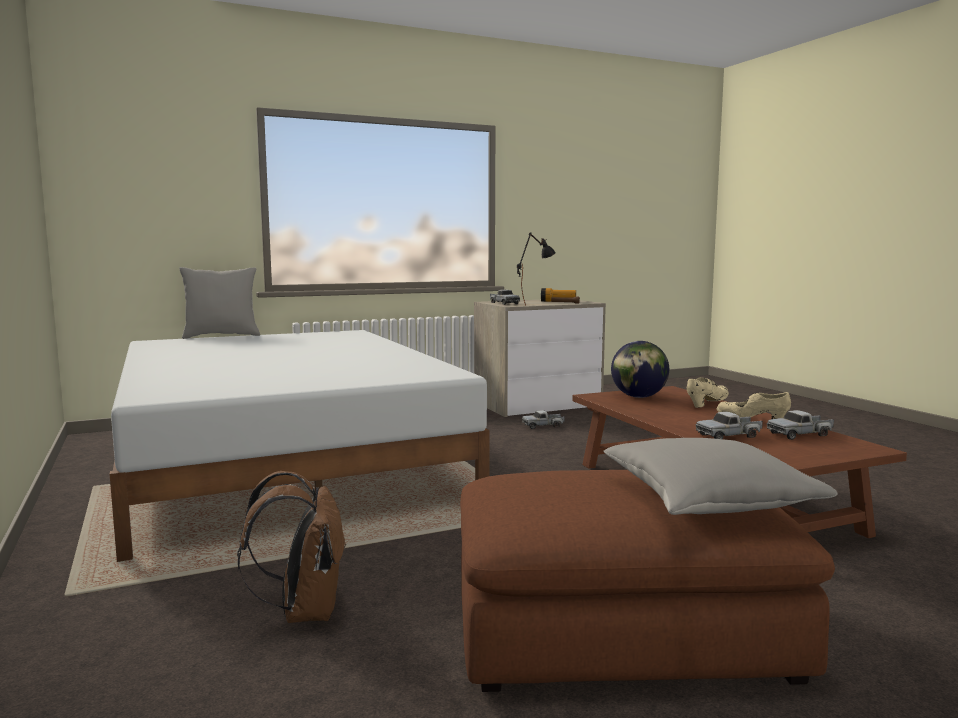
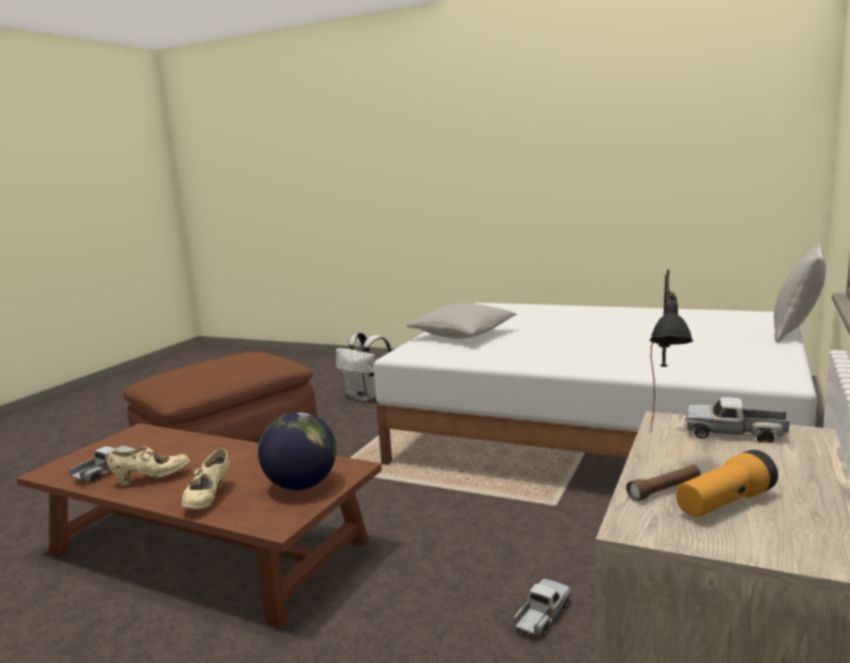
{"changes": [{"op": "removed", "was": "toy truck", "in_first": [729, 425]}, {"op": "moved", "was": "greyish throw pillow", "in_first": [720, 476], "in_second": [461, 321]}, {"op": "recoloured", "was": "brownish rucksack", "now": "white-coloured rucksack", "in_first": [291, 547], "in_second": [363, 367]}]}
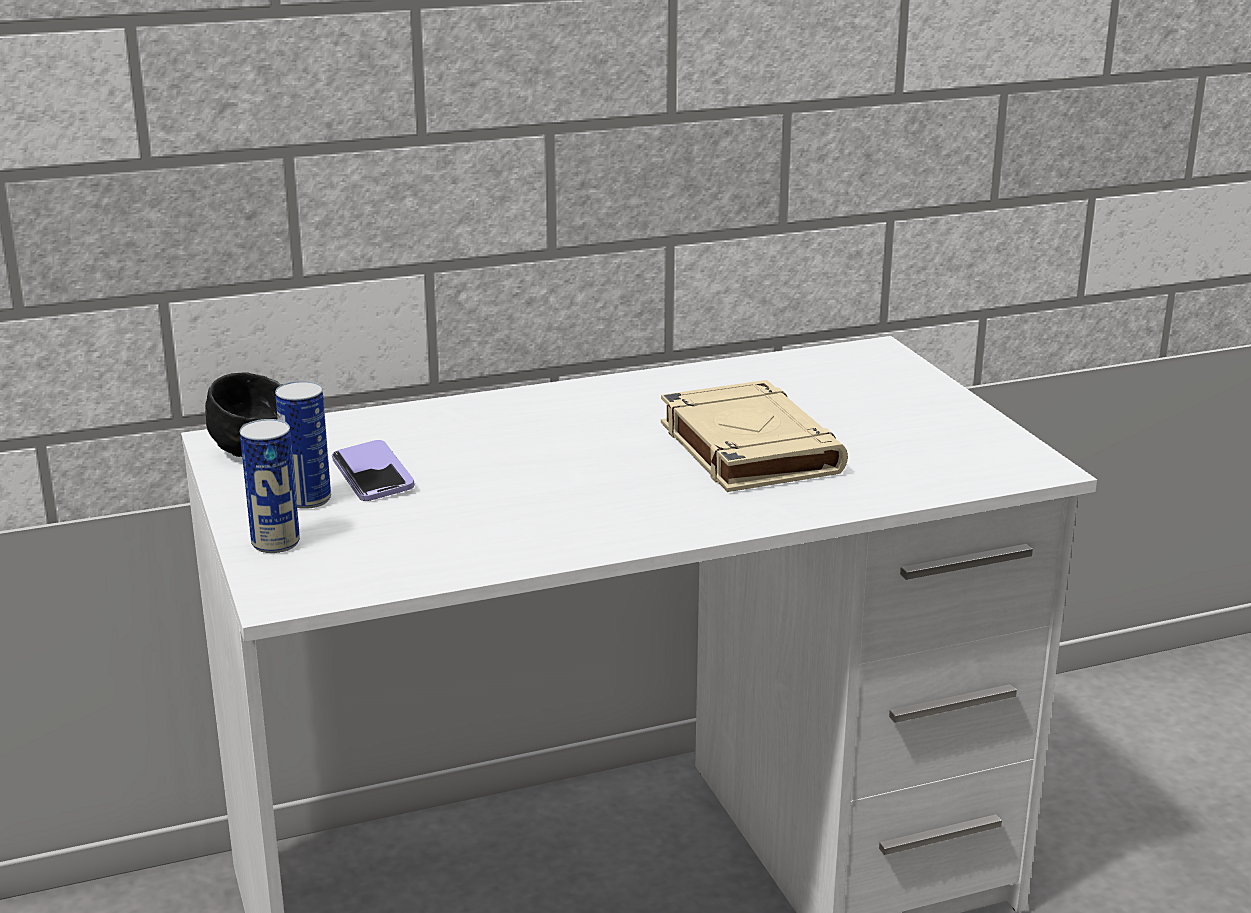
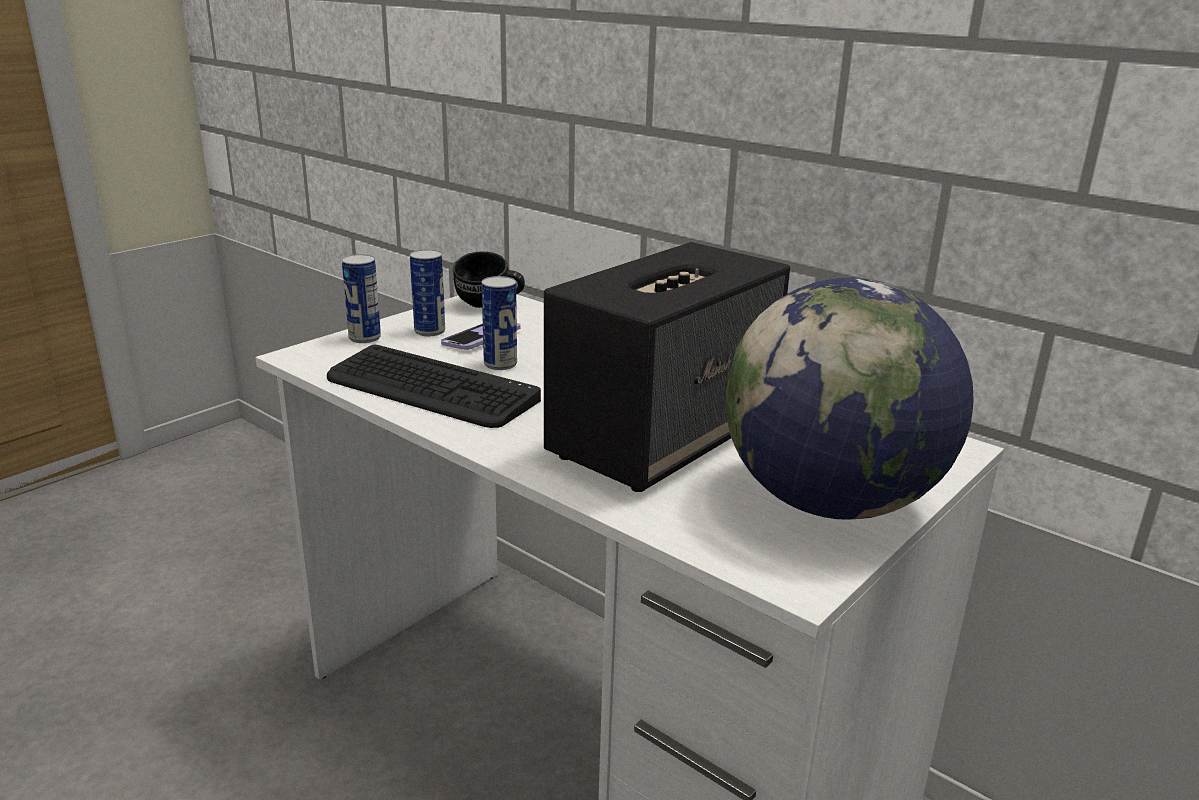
{"changes": [{"op": "replaced", "was": "beige volume", "now": "speaker", "in_first": [754, 436], "in_second": [667, 367]}, {"op": "added", "now": "sealed can", "in_second": [499, 323]}, {"op": "added", "now": "world globe", "in_second": [849, 399]}, {"op": "added", "now": "keyboard", "in_second": [434, 386]}]}
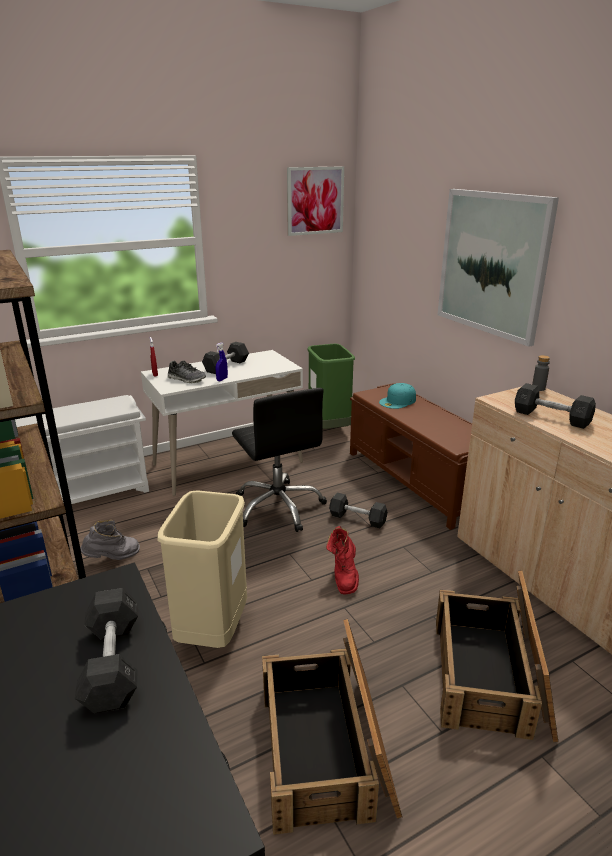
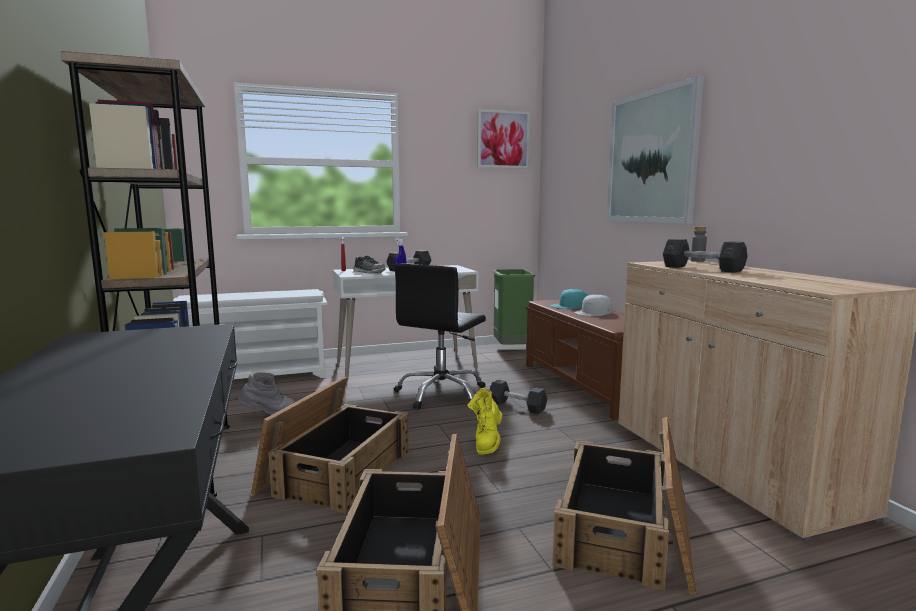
{"changes": [{"op": "turned", "was": "blackish desk chair", "in_first": [279, 460], "in_second": [440, 336], "clockwise": 45}, {"op": "replaced", "was": "beige trash can", "now": "packing crate", "in_first": [202, 569], "in_second": [330, 444]}, {"op": "recoloured", "was": "reddish tall boot", "now": "yellow tall boot", "in_first": [342, 560], "in_second": [484, 421]}, {"op": "removed", "was": "greyish hand weight", "in_first": [106, 651]}, {"op": "added", "now": "white-coloured cap", "in_second": [593, 305]}]}
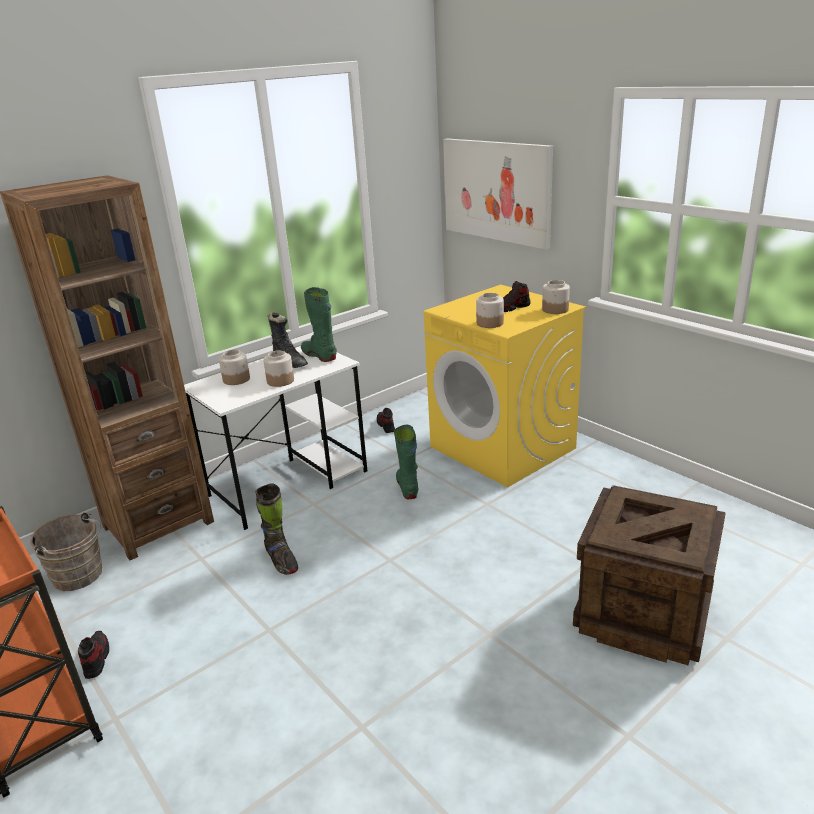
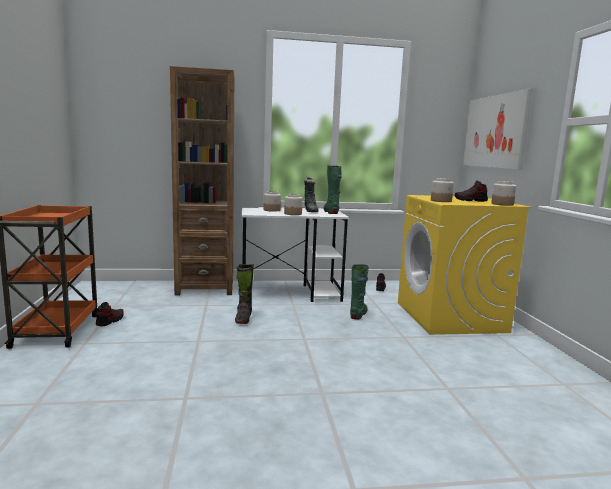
{"changes": [{"op": "removed", "was": "packing crate", "in_first": [649, 575]}, {"op": "removed", "was": "brownish pail", "in_first": [66, 552]}]}
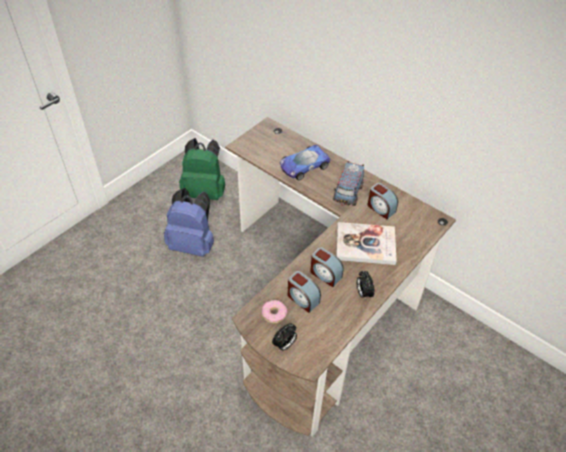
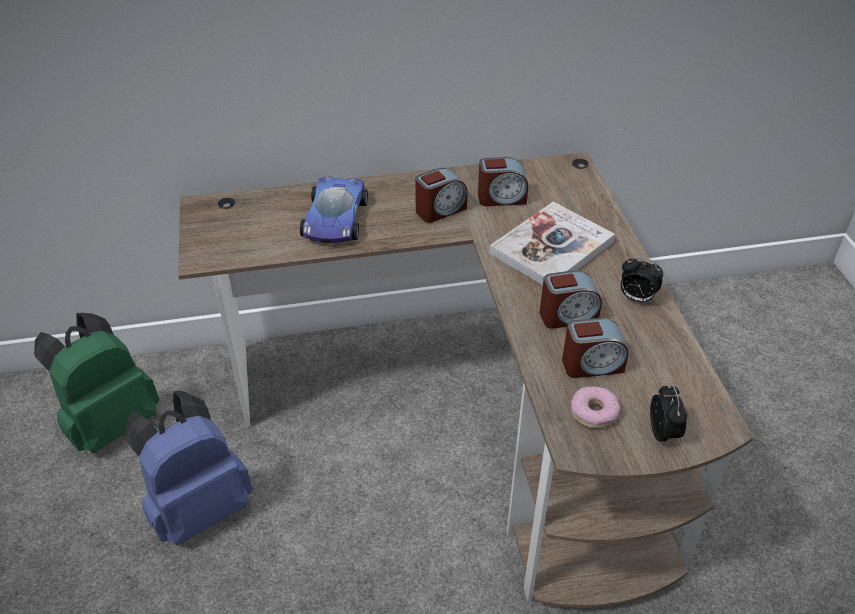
{"changes": [{"op": "replaced", "was": "toy truck", "now": "alarm clock", "in_first": [348, 183], "in_second": [441, 195]}]}
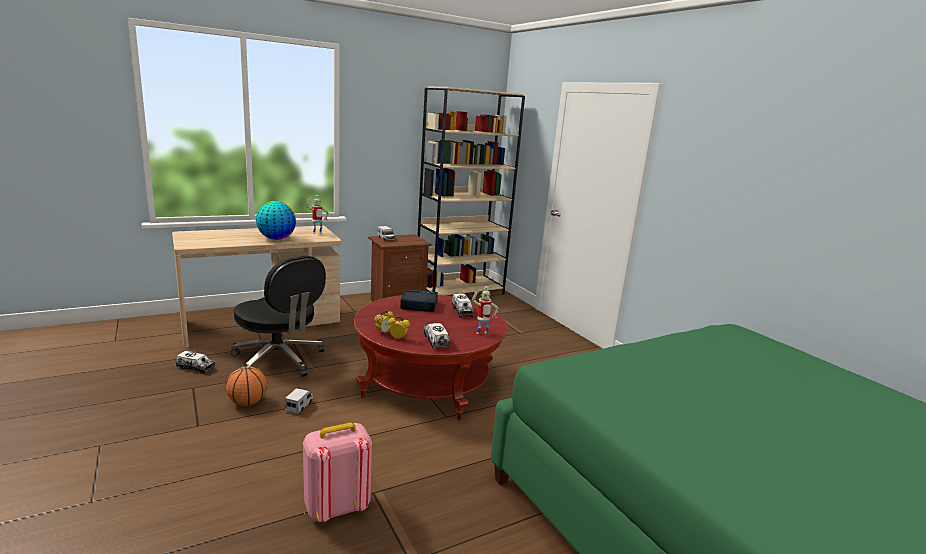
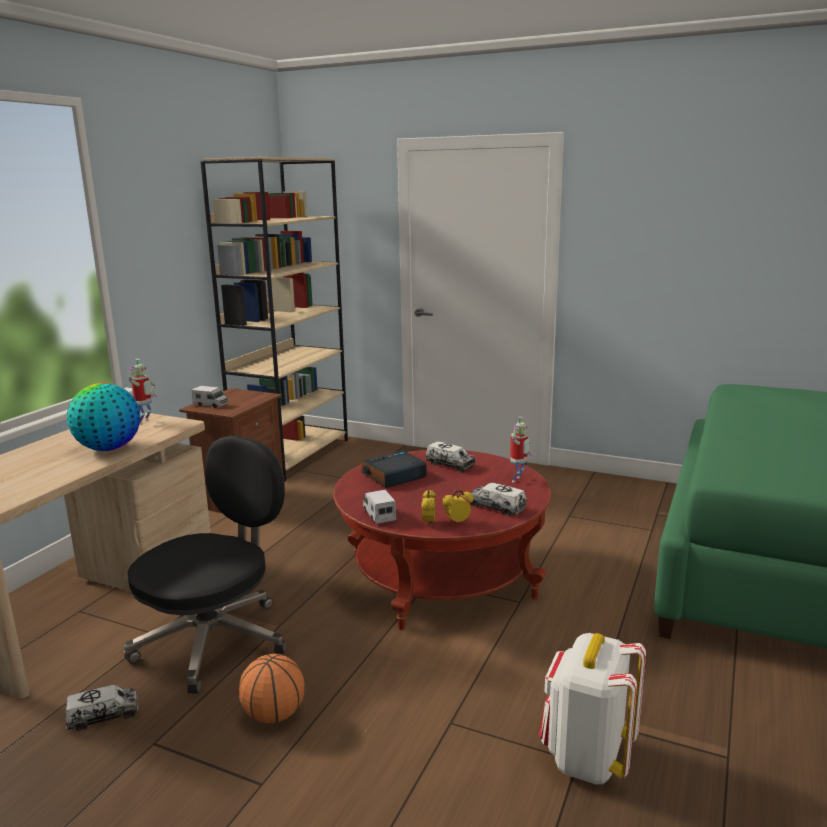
{"changes": [{"op": "turned", "was": "blackish desk chair", "in_first": [278, 316], "in_second": [205, 564], "clockwise": -60}, {"op": "moved", "was": "toy truck", "in_first": [299, 401], "in_second": [379, 507]}, {"op": "recoloured", "was": "pinkish rucksack", "now": "white-coloured rucksack", "in_first": [337, 472], "in_second": [592, 708]}]}
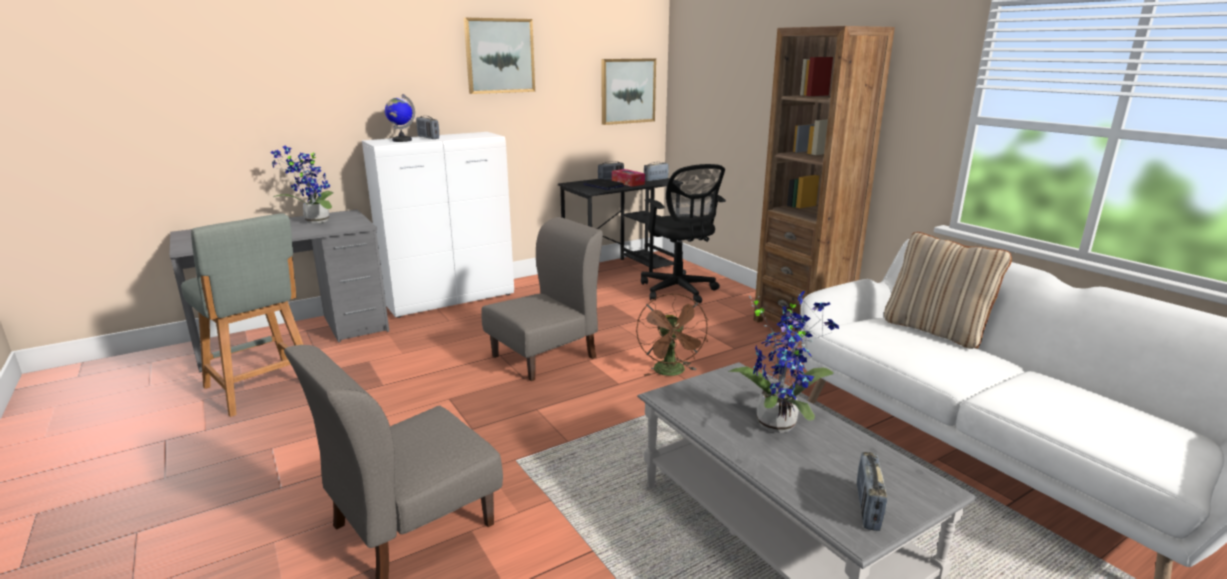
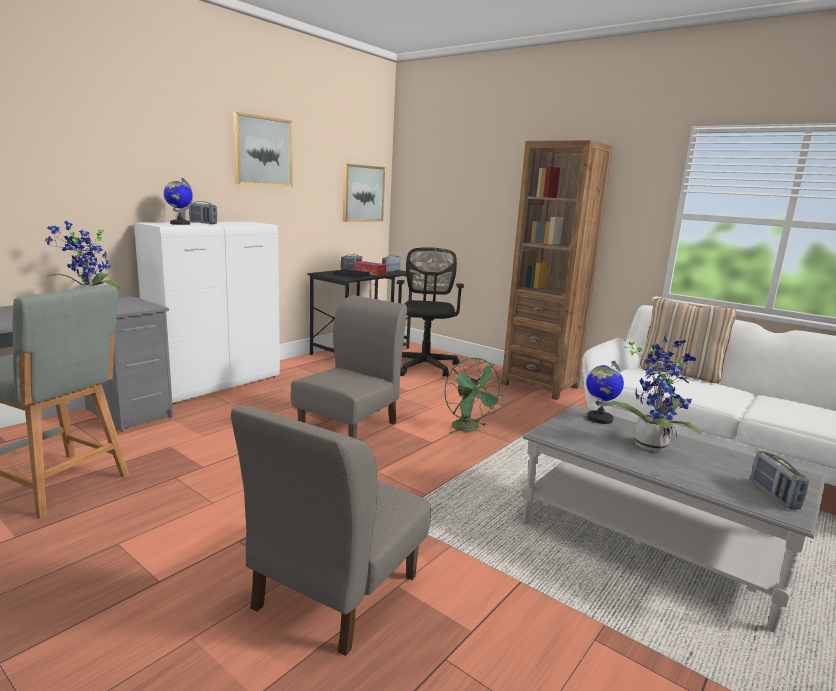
{"changes": [{"op": "turned", "was": "blackish desk chair", "in_first": [683, 233], "in_second": [430, 312], "clockwise": -135}, {"op": "recoloured", "was": "brownish electric fan", "now": "green electric fan", "in_first": [672, 334], "in_second": [474, 395]}, {"op": "added", "now": "world globe", "in_second": [605, 392]}]}
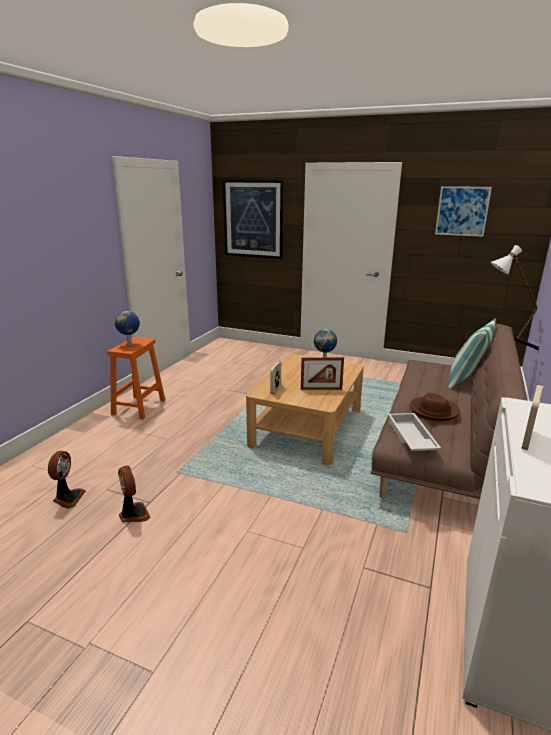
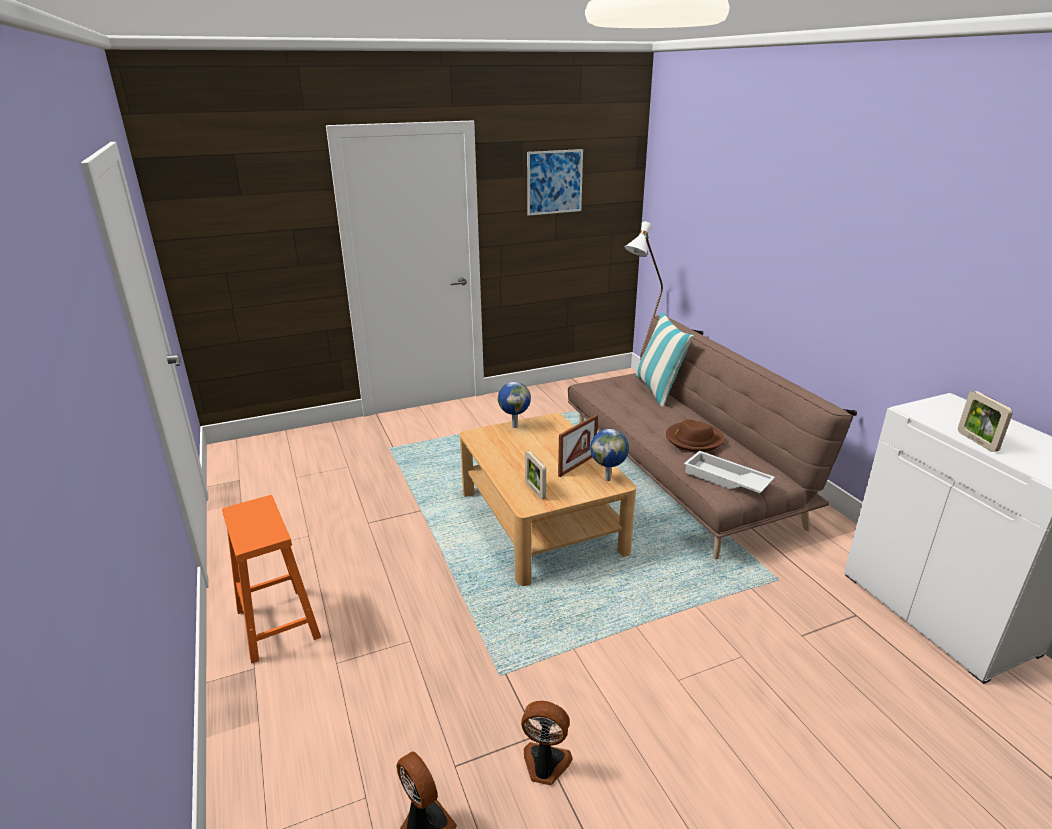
{"changes": [{"op": "removed", "was": "wall picture", "in_first": [253, 219]}, {"op": "moved", "was": "world globe", "in_first": [127, 328], "in_second": [609, 455]}]}
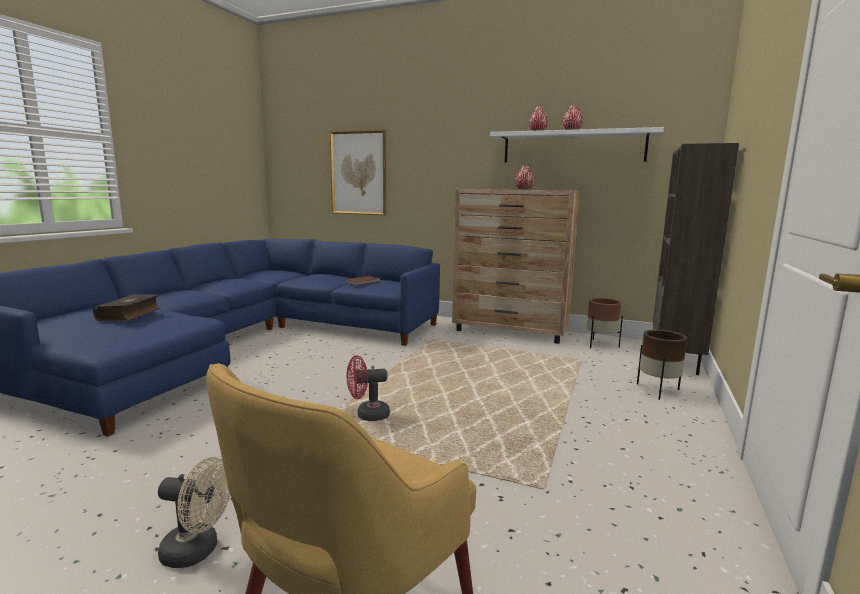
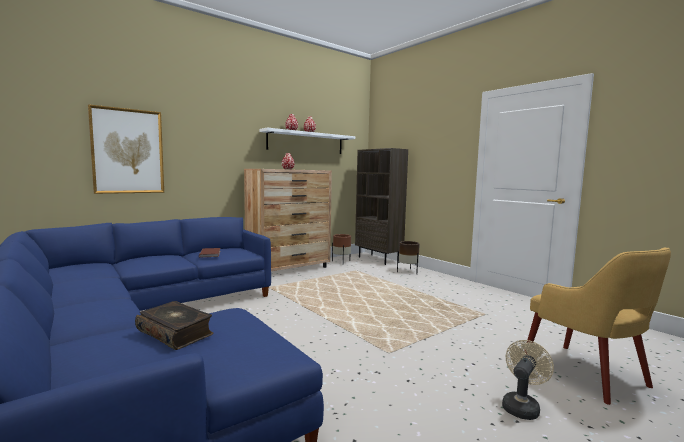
{"changes": [{"op": "removed", "was": "reddish electric fan", "in_first": [368, 388]}]}
